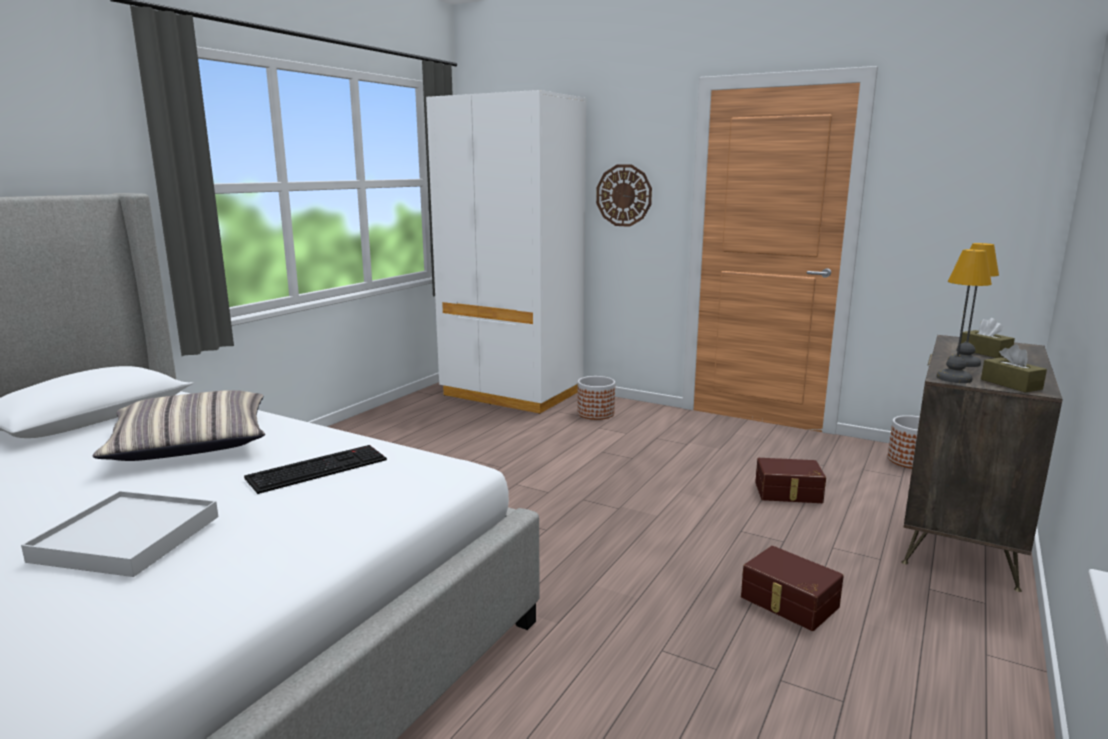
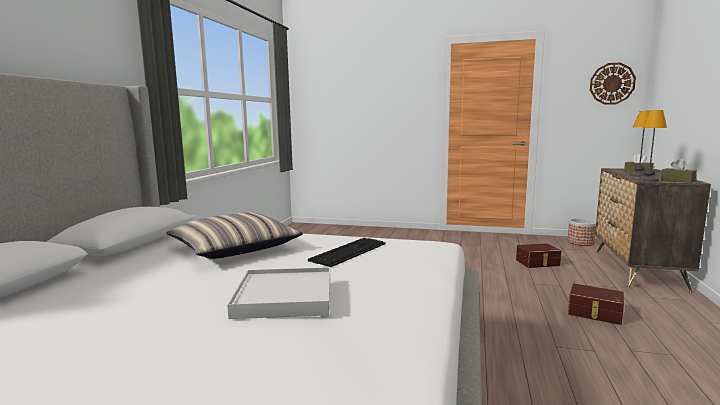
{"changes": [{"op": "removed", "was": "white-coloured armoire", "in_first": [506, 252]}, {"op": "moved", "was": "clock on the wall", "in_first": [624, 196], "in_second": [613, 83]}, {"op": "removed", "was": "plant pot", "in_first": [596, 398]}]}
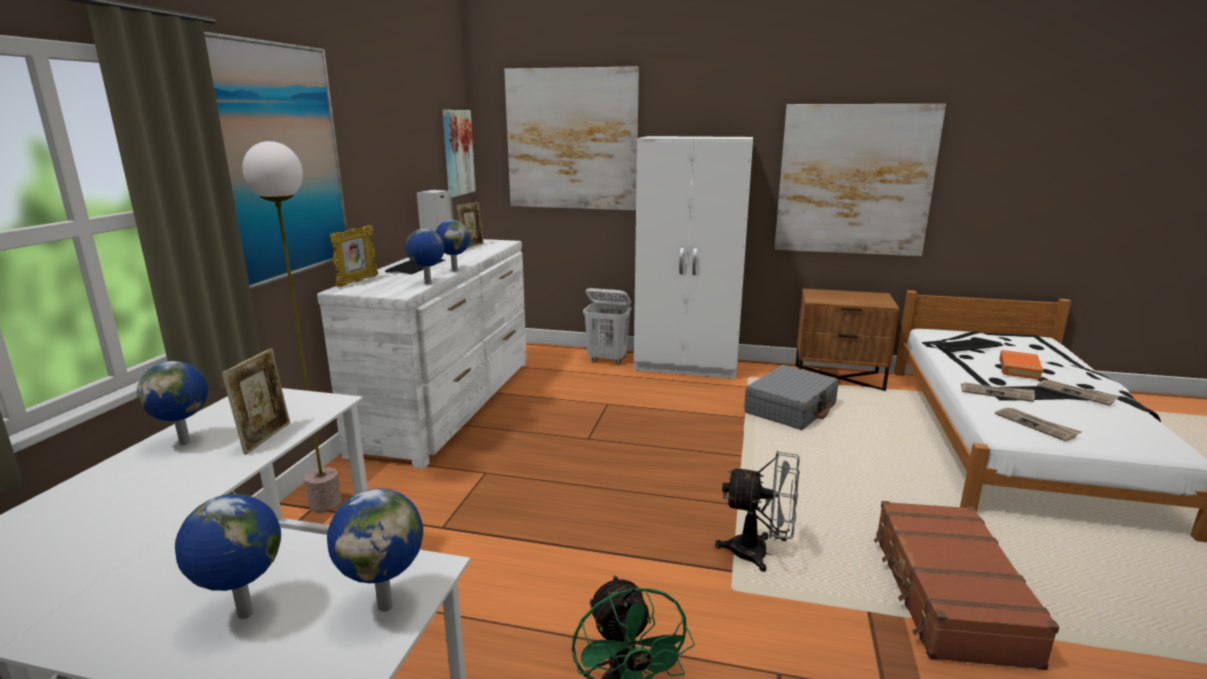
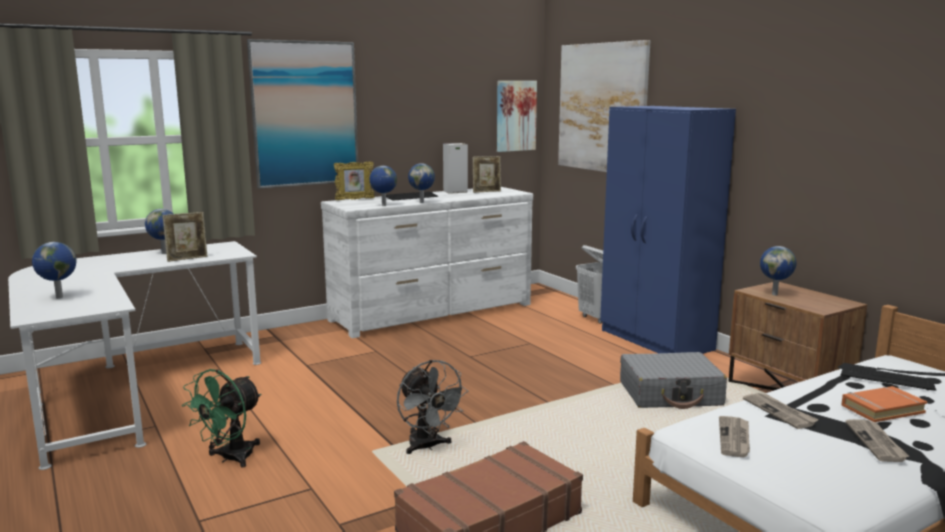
{"changes": [{"op": "removed", "was": "wall picture", "in_first": [860, 180]}, {"op": "recoloured", "was": "white-coloured armoire", "now": "blue-coloured armoire", "in_first": [693, 257], "in_second": [668, 230]}, {"op": "removed", "was": "standing lamp", "in_first": [292, 326]}, {"op": "moved", "was": "world globe", "in_first": [375, 550], "in_second": [778, 270]}]}
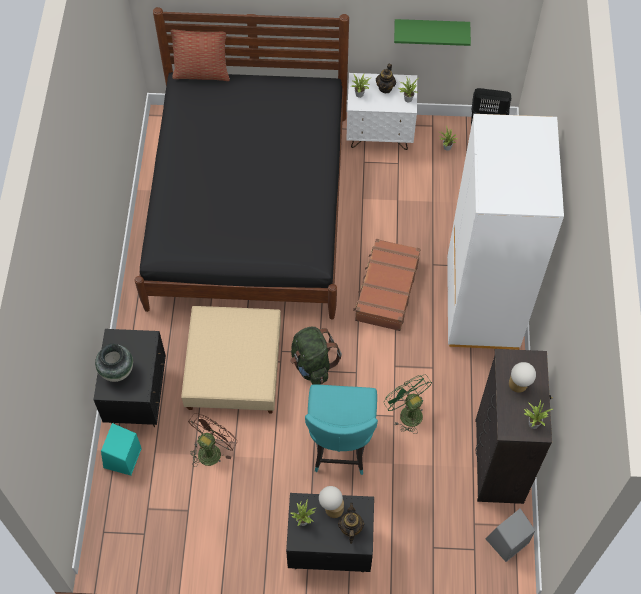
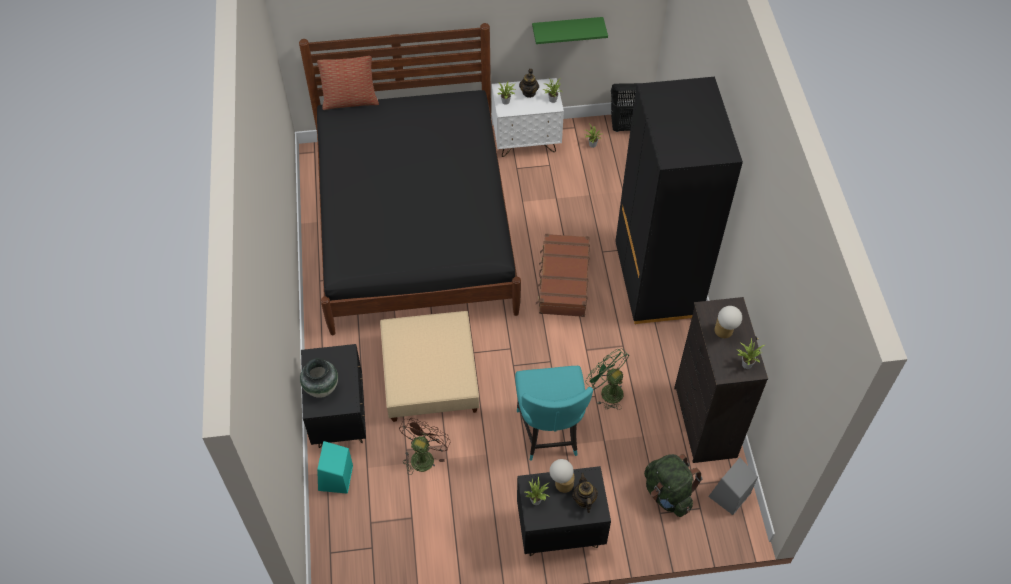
{"changes": [{"op": "recoloured", "was": "white-coloured armoire", "now": "blackish armoire", "in_first": [505, 232], "in_second": [679, 200]}, {"op": "moved", "was": "green rucksack", "in_first": [316, 356], "in_second": [673, 485]}]}
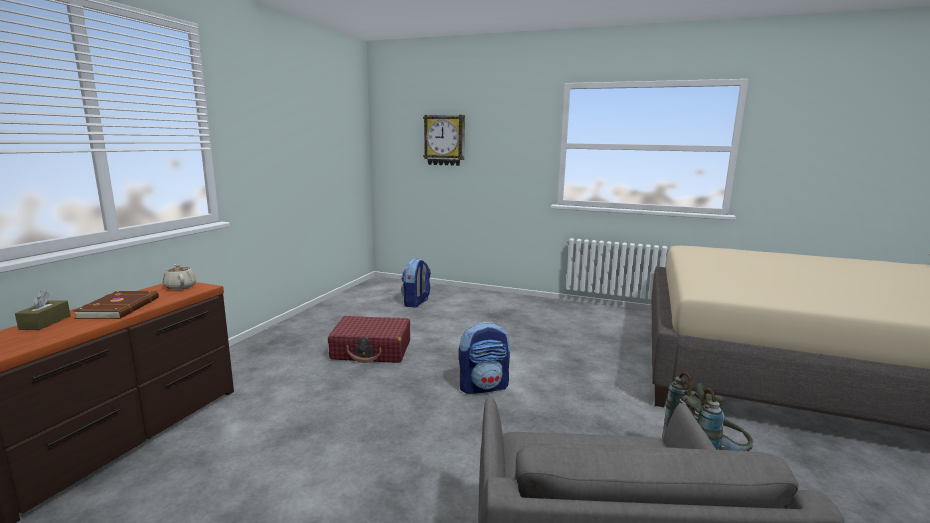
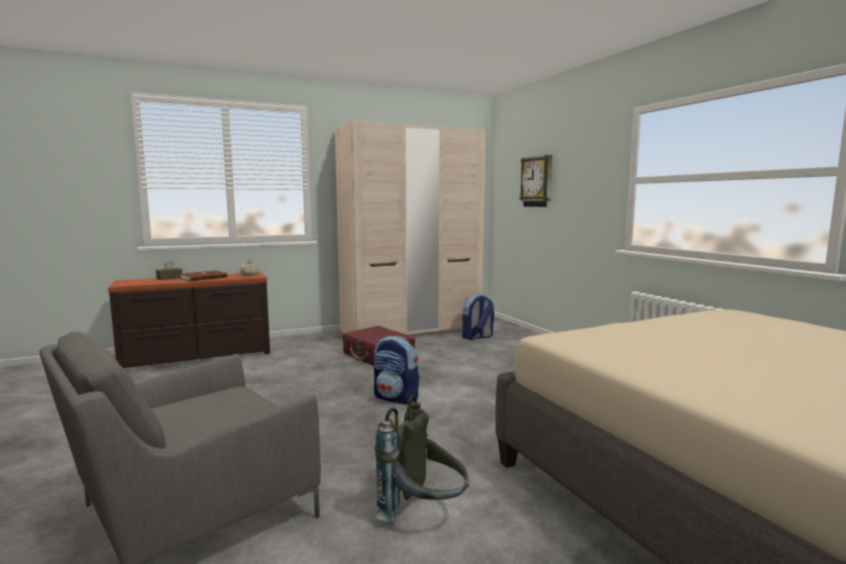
{"changes": [{"op": "added", "now": "beige armoire", "in_second": [410, 228]}]}
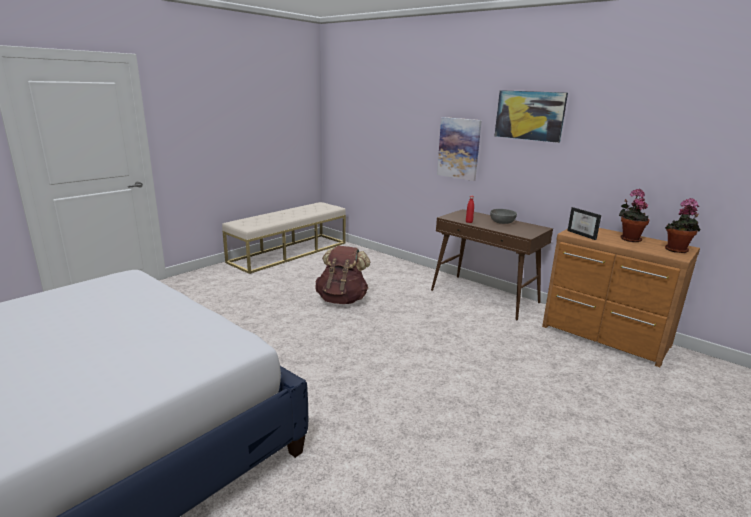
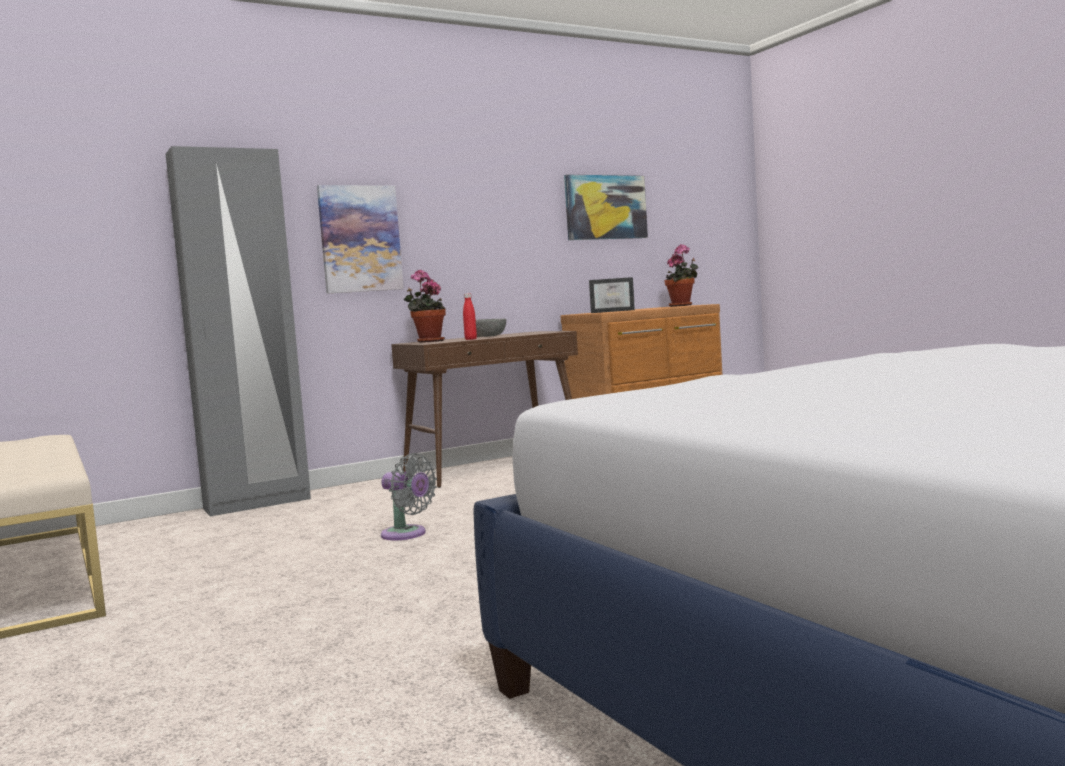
{"changes": [{"op": "moved", "was": "wall picture", "in_first": [531, 116], "in_second": [606, 207]}, {"op": "moved", "was": "plant in a pot", "in_first": [634, 215], "in_second": [425, 306]}, {"op": "replaced", "was": "brownish rucksack", "now": "greyish electric fan", "in_first": [342, 275], "in_second": [409, 496]}, {"op": "added", "now": "greyish armoire", "in_second": [238, 331]}]}
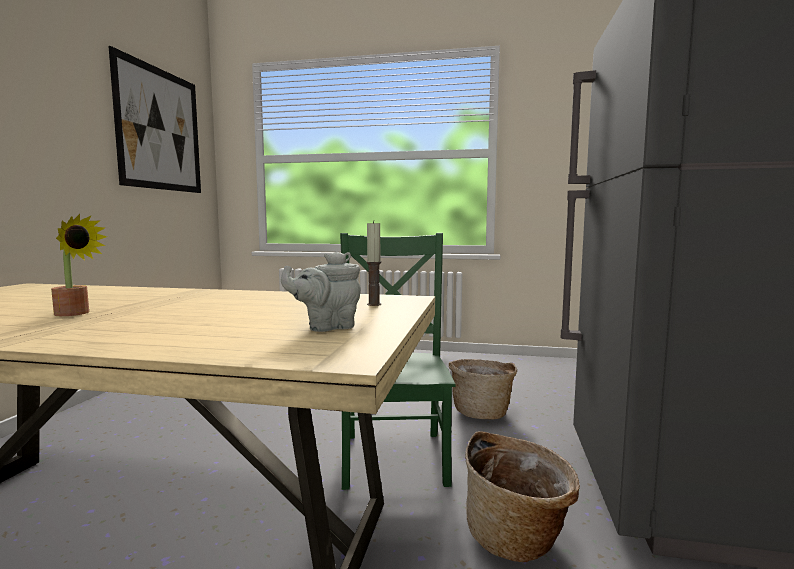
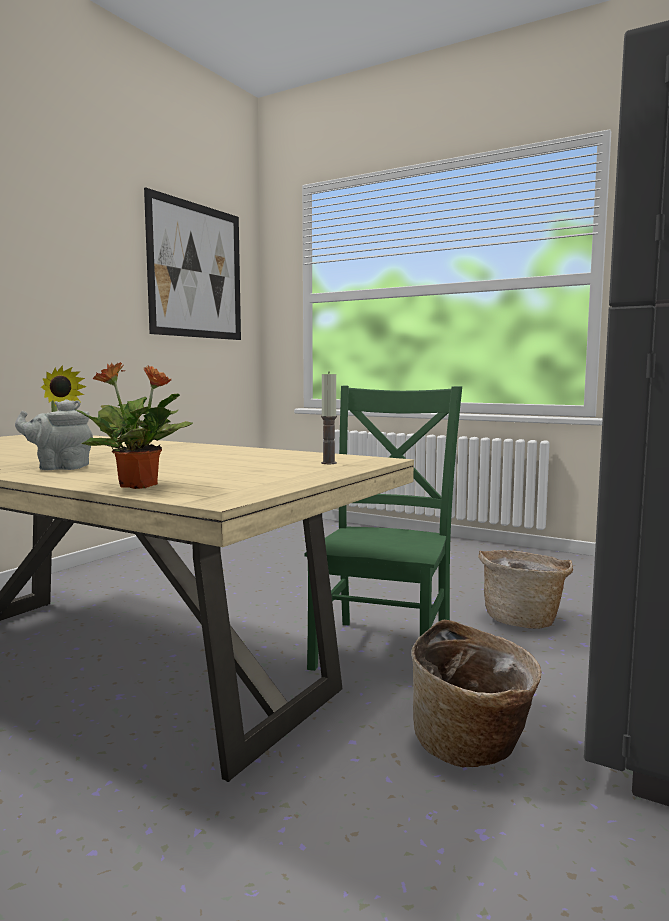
{"changes": [{"op": "moved", "was": "greyish pot for tea", "in_first": [321, 291], "in_second": [54, 434]}, {"op": "added", "now": "plant in a pot", "in_second": [133, 425]}]}
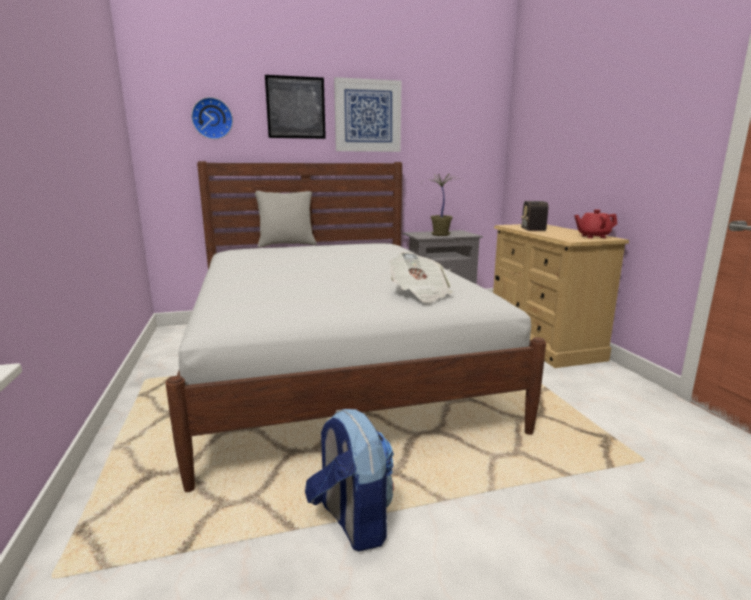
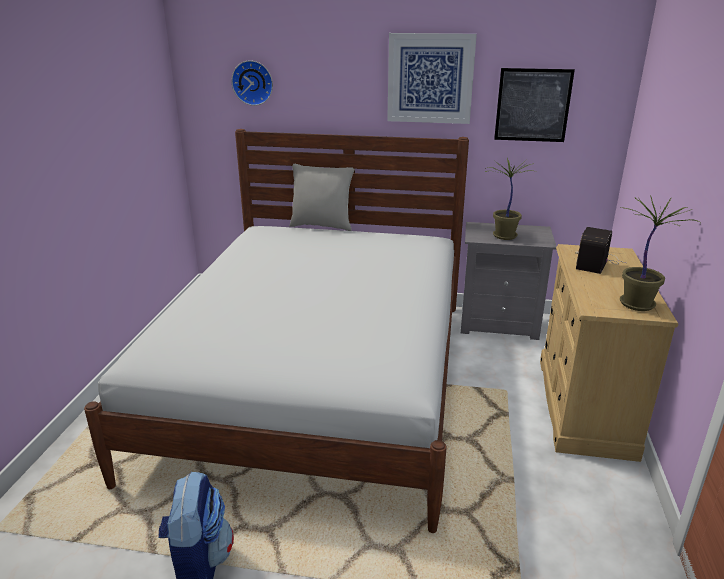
{"changes": [{"op": "moved", "was": "wall picture", "in_first": [295, 107], "in_second": [534, 105]}, {"op": "replaced", "was": "reddish pot for tea", "now": "plant in a pot", "in_first": [595, 223], "in_second": [660, 254]}, {"op": "removed", "was": "daily paper", "in_first": [420, 277]}]}
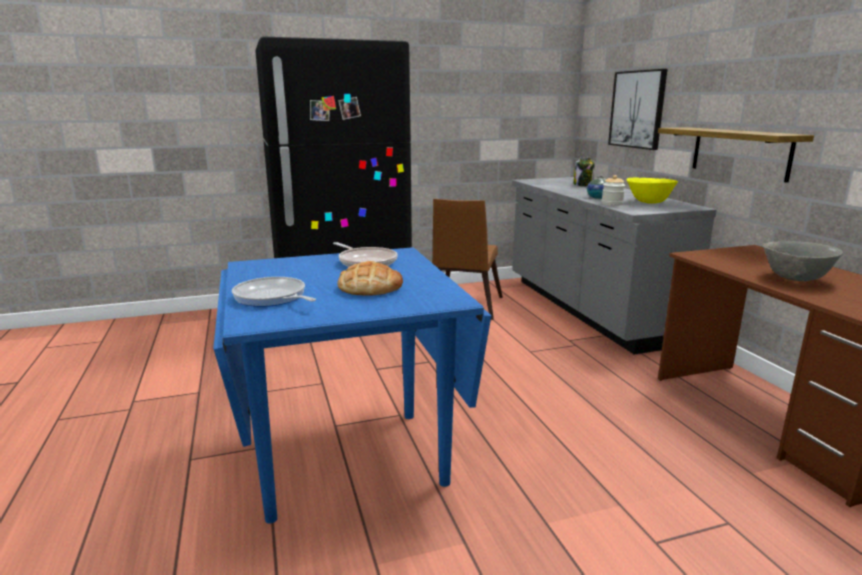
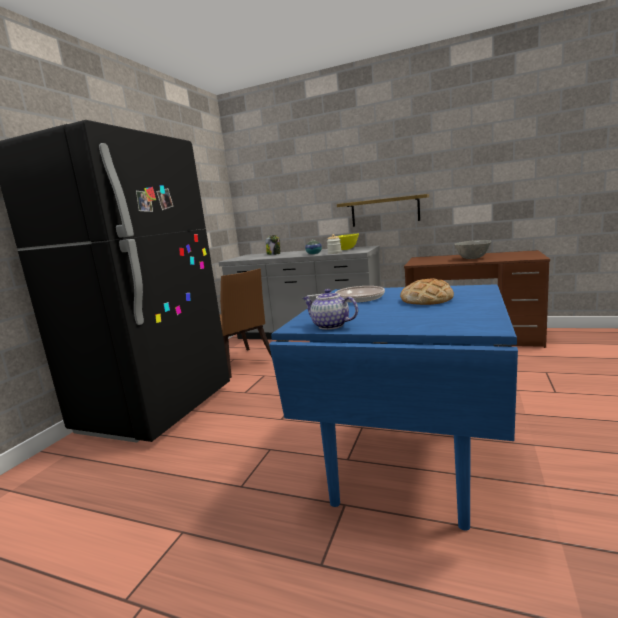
{"changes": [{"op": "removed", "was": "wall picture", "in_first": [637, 109]}, {"op": "removed", "was": "skillet", "in_first": [274, 292]}, {"op": "added", "now": "pot for tea", "in_second": [330, 309]}]}
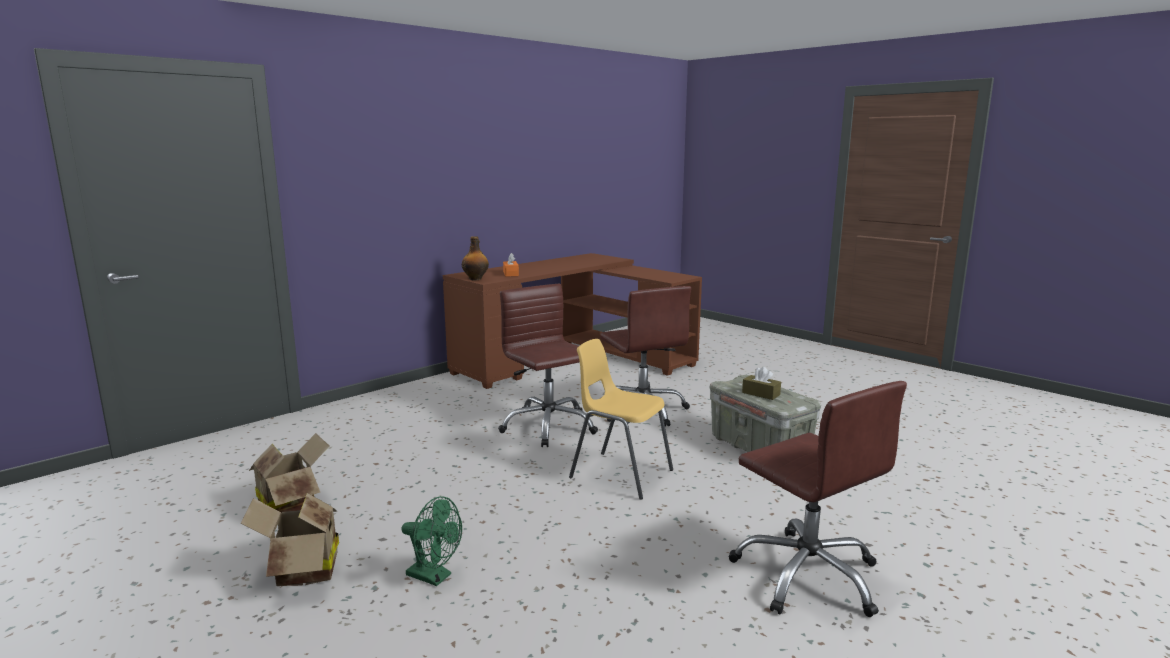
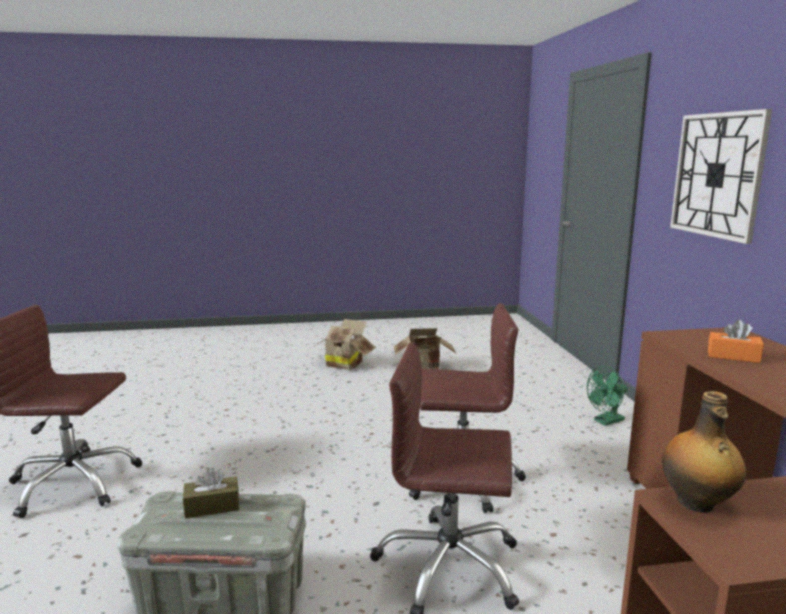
{"changes": [{"op": "moved", "was": "bottle", "in_first": [475, 258], "in_second": [704, 452]}, {"op": "removed", "was": "yellow chair", "in_first": [621, 419]}, {"op": "moved", "was": "green electric fan", "in_first": [431, 541], "in_second": [607, 396]}, {"op": "added", "now": "clock on the wall", "in_second": [721, 176]}]}
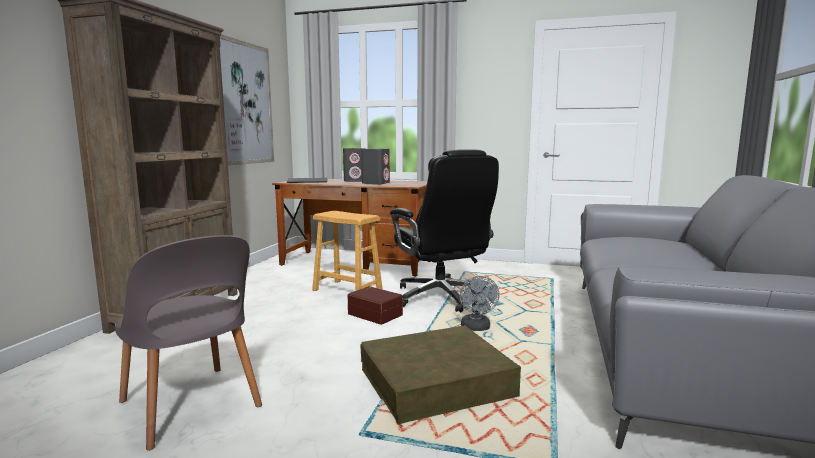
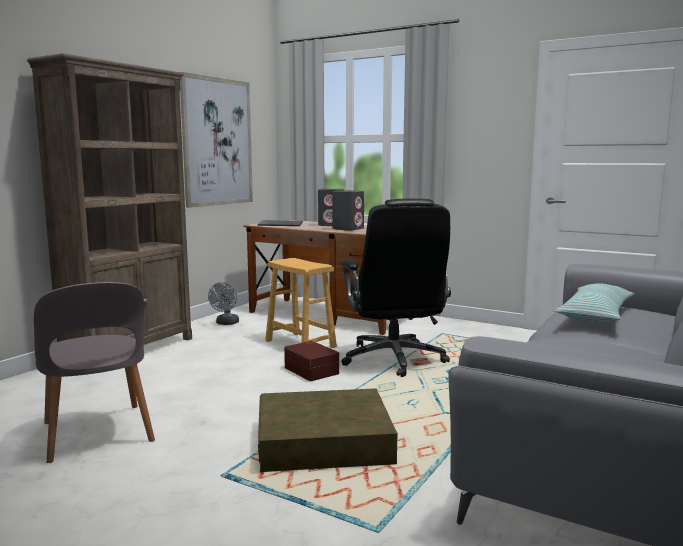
{"changes": [{"op": "moved", "was": "greyish electric fan", "in_first": [479, 303], "in_second": [223, 303]}, {"op": "added", "now": "throw pillow", "in_second": [594, 303]}]}
